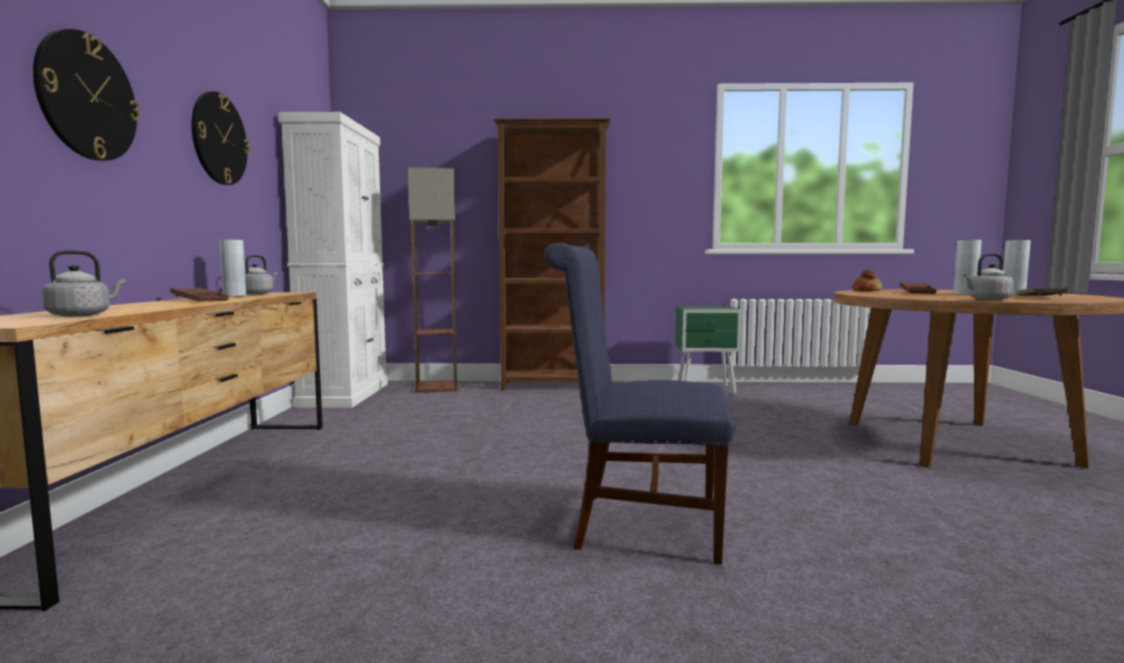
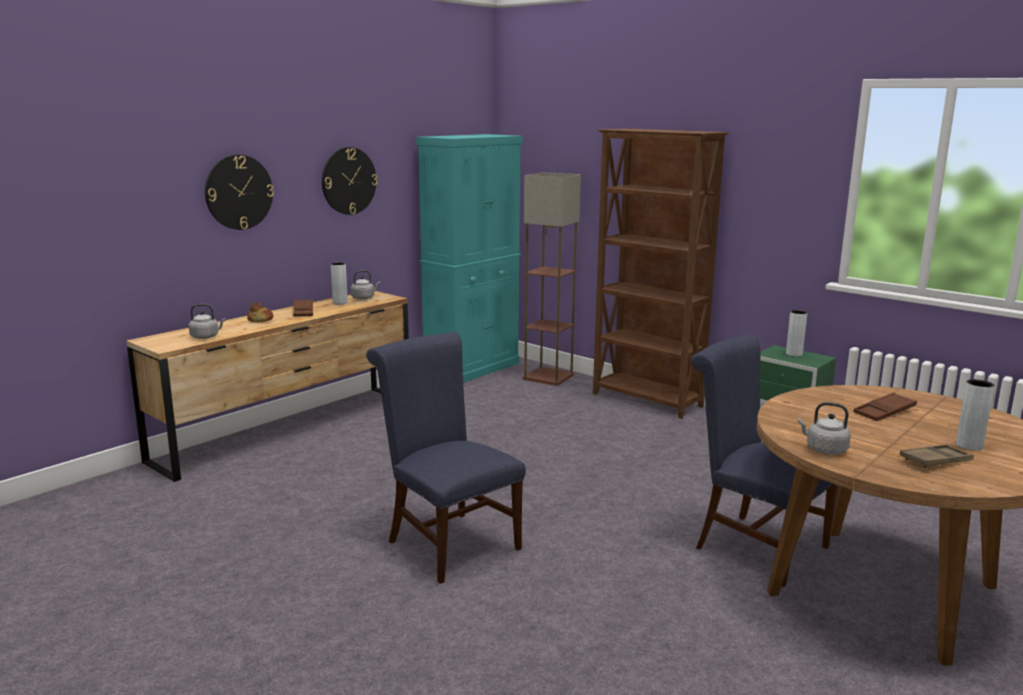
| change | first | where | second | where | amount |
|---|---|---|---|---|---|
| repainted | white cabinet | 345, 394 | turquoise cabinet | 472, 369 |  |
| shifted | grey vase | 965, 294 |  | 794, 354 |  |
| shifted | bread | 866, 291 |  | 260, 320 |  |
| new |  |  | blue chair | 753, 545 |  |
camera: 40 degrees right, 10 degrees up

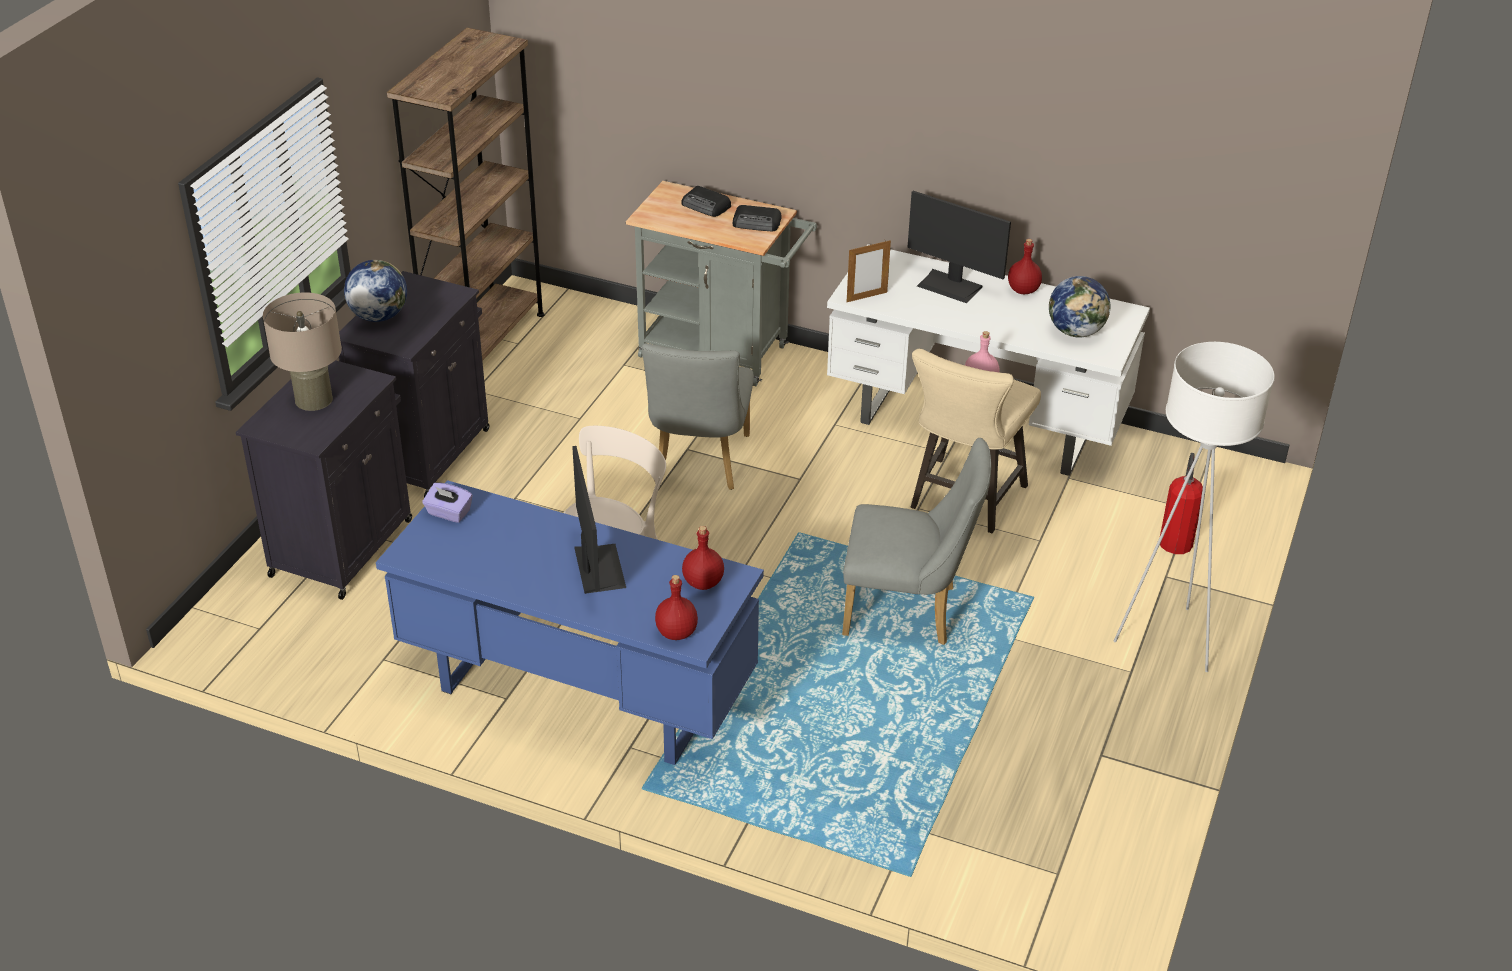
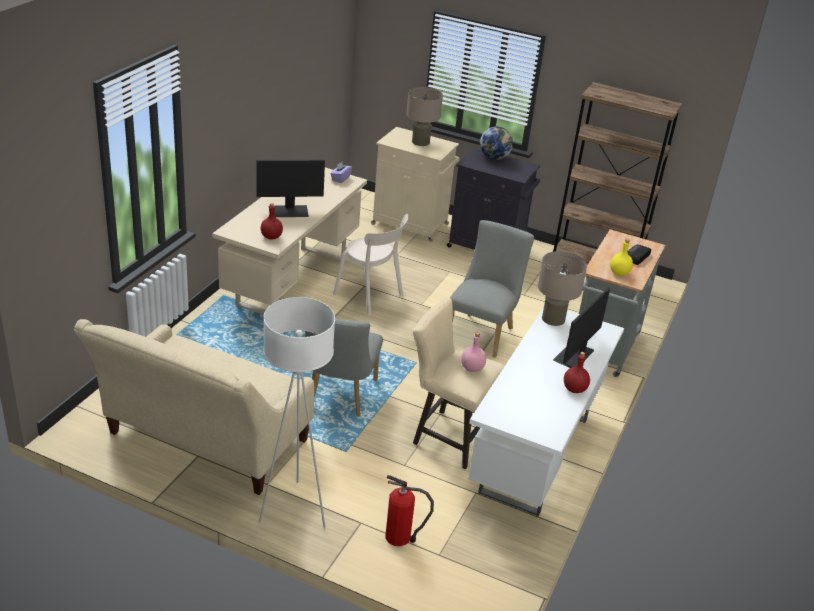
| change | first | where | second | where | amount |
|---|---|---|---|---|---|
| swapped | radio | 757, 223 | yellow bottle | 619, 273 |  |
| swapped | picture frame | 866, 297 | beige table lamp | 553, 319 |  |
| gone | globe | 1076, 332 |  |  |  |
| rotated | grey chair | 699, 464 |  | 482, 332 | 105 degrees clockwise |
| repainted | black cabinet | 343, 546 | beige cabinet | 411, 225 |  |
| repainted | blue desk | 576, 696 | beige desk | 292, 281 |  |
| gone | red bottle | 676, 632 |  |  |  |
| new |  |  | beige sofa | 203, 442 |  |
camera: 90 degrees right, 5 degrees down

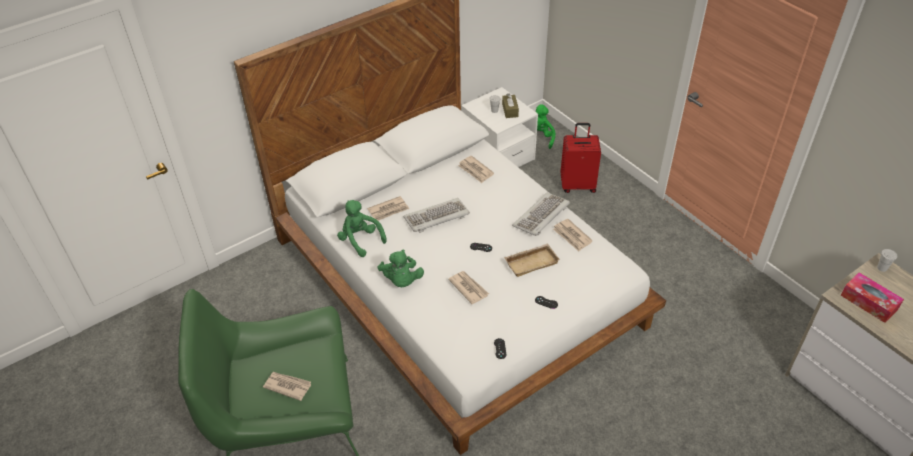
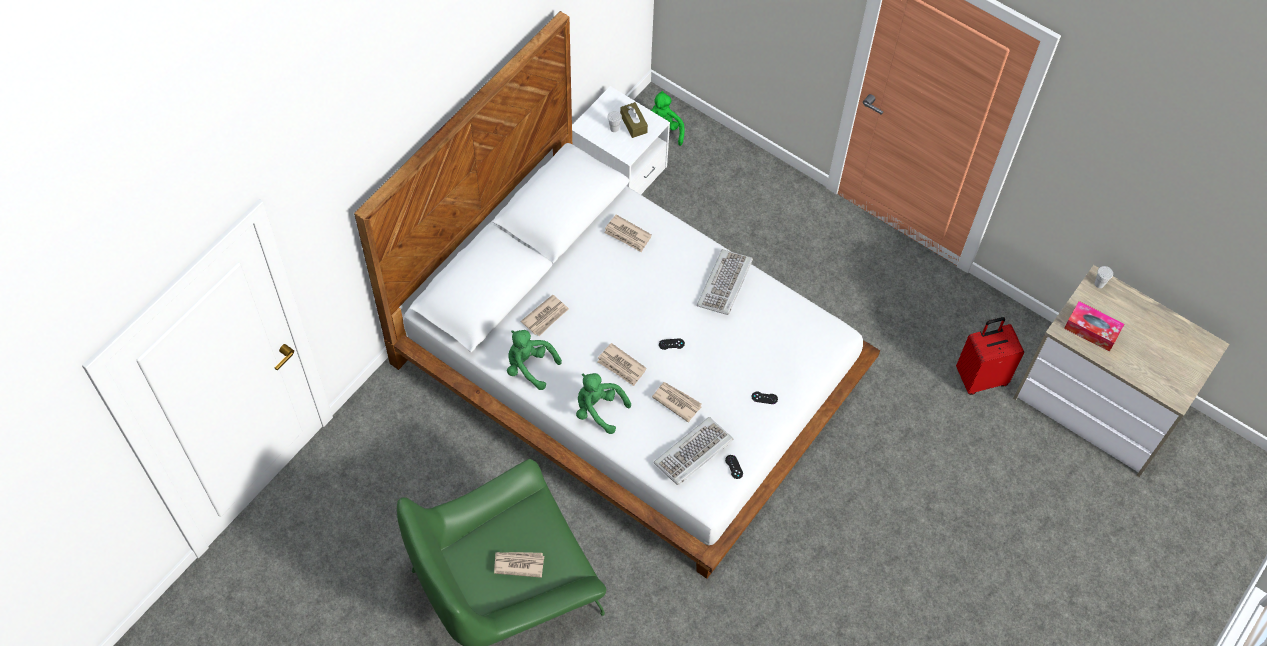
| change | first | where | second | where | amount |
|---|---|---|---|---|---|
| shifted | red suitcase | 578, 185 |  | 980, 377 |  |
| shifted | keyboard | 436, 217 |  | 693, 453 |  |
| shifted | newspaper | 572, 236 |  | 621, 366 |  |
| gone | beige tray | 531, 262 |  |  |  |
| rotated | green plush toy | 401, 281 |  | 598, 409 | 150 degrees clockwise |
camera: 20 degrees left, 15 degrees up

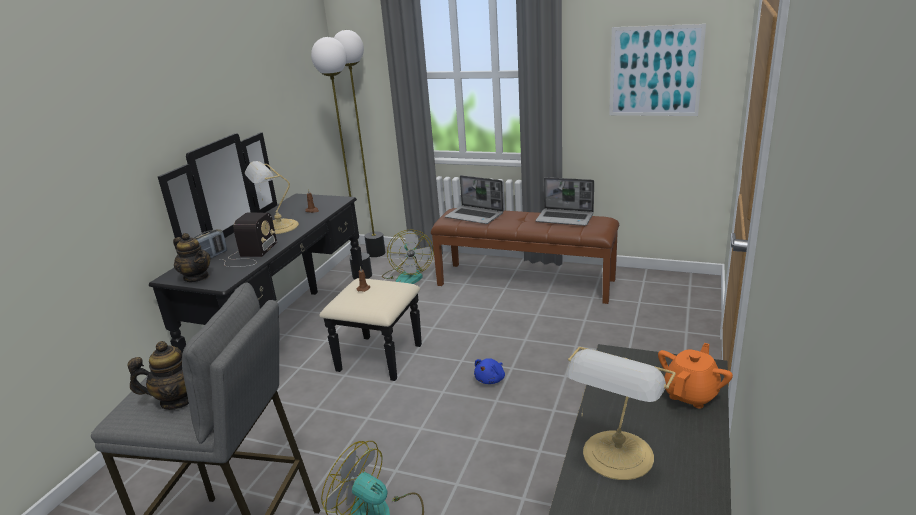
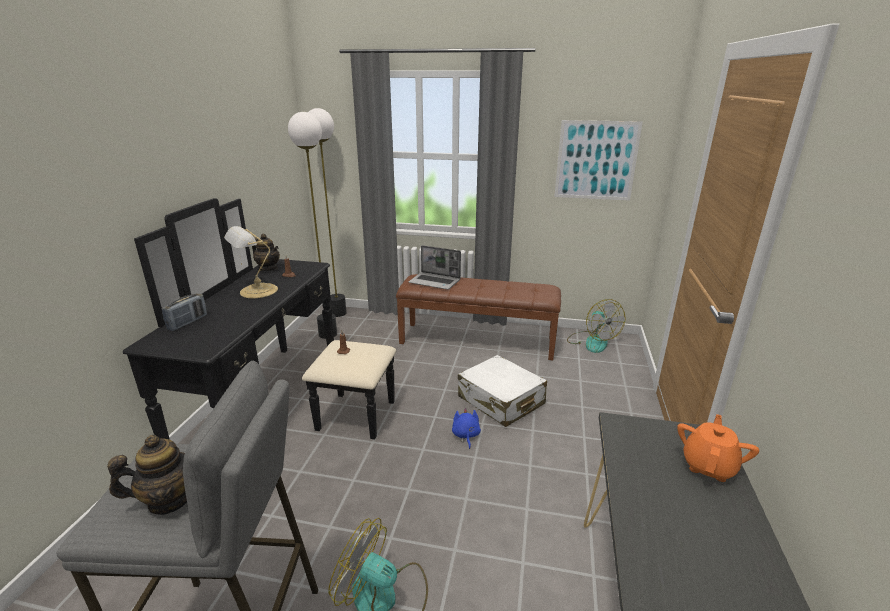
| change | first | where | second | where | amount |
|---|---|---|---|---|---|
| gone | laptop | 565, 218 |  |  |  |
| gone | radio | 250, 255 |  |  |  |
| shifted | fan | 408, 276 |  | 592, 341 |  |
| shifted | teapot | 197, 277 |  | 268, 268 |  |
| gone | table lamp | 617, 457 |  |  |  |
| rotated | blue plush toy | 491, 379 |  | 465, 435 | 150 degrees clockwise |
| new |  |  | white suitcase | 501, 401 |  |
camera: 10 degrees left, 0 degrees up

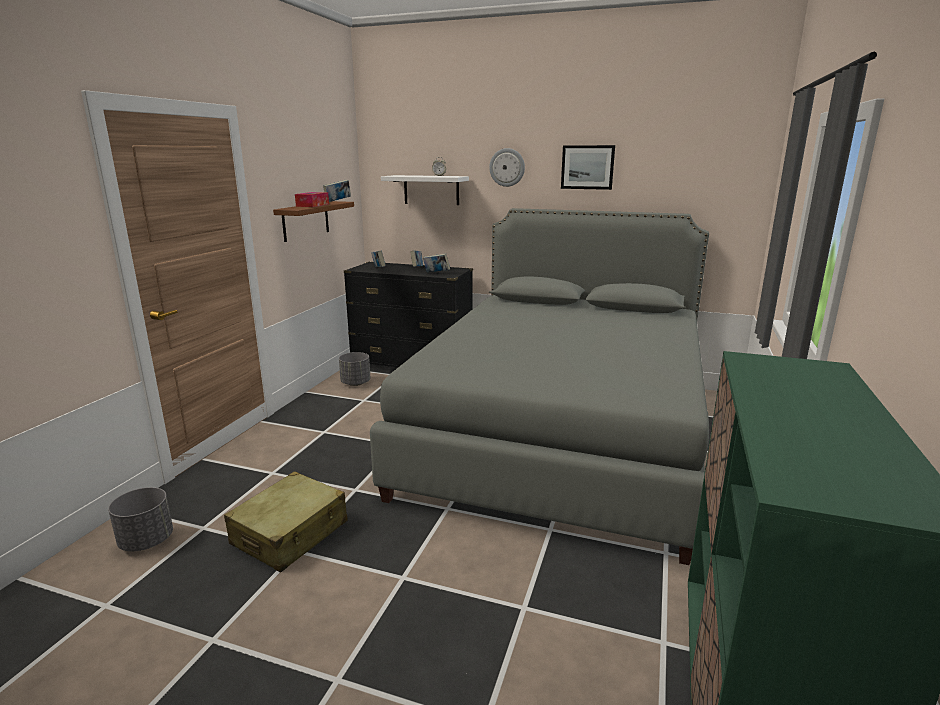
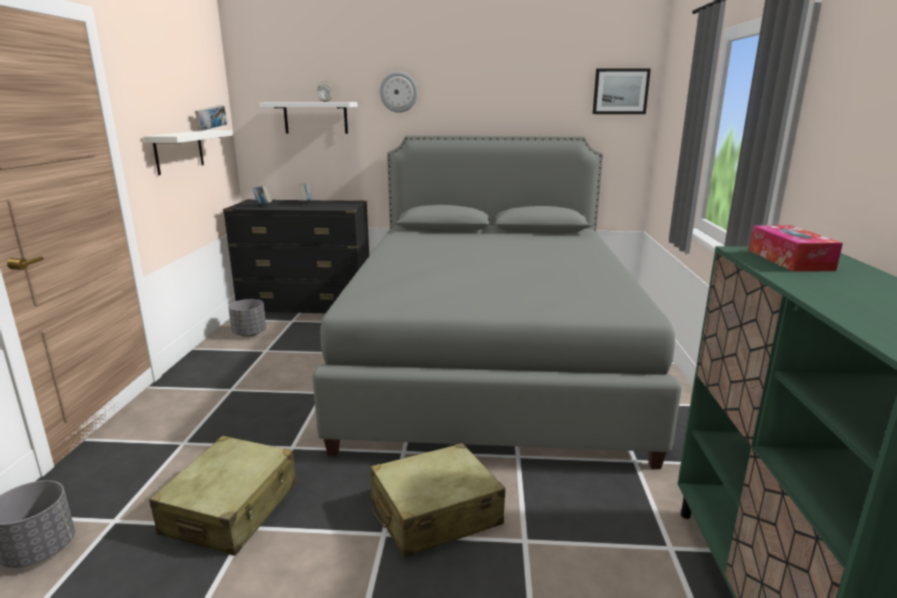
| change | first | where | second | where | amount |
|---|---|---|---|---|---|
| shifted | picture | 587, 167 |  | 620, 91 |  |
| shifted | tissue box | 312, 205 |  | 789, 260 |  |
| repainted | brown shelf | 306, 220 | white shelf | 179, 151 |  |
| gone | book | 436, 273 |  |  |  |
| new |  |  | beige suitcase | 435, 514 |  |
camera: 15 degrees left, 0 degrees up

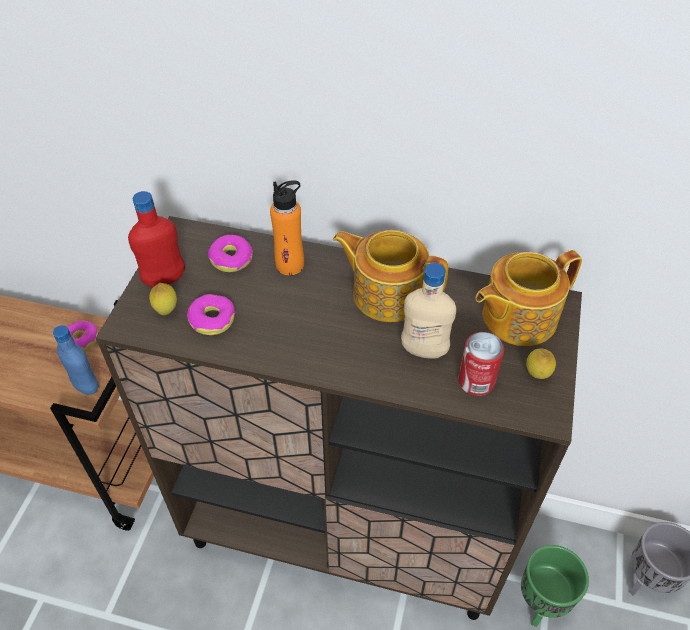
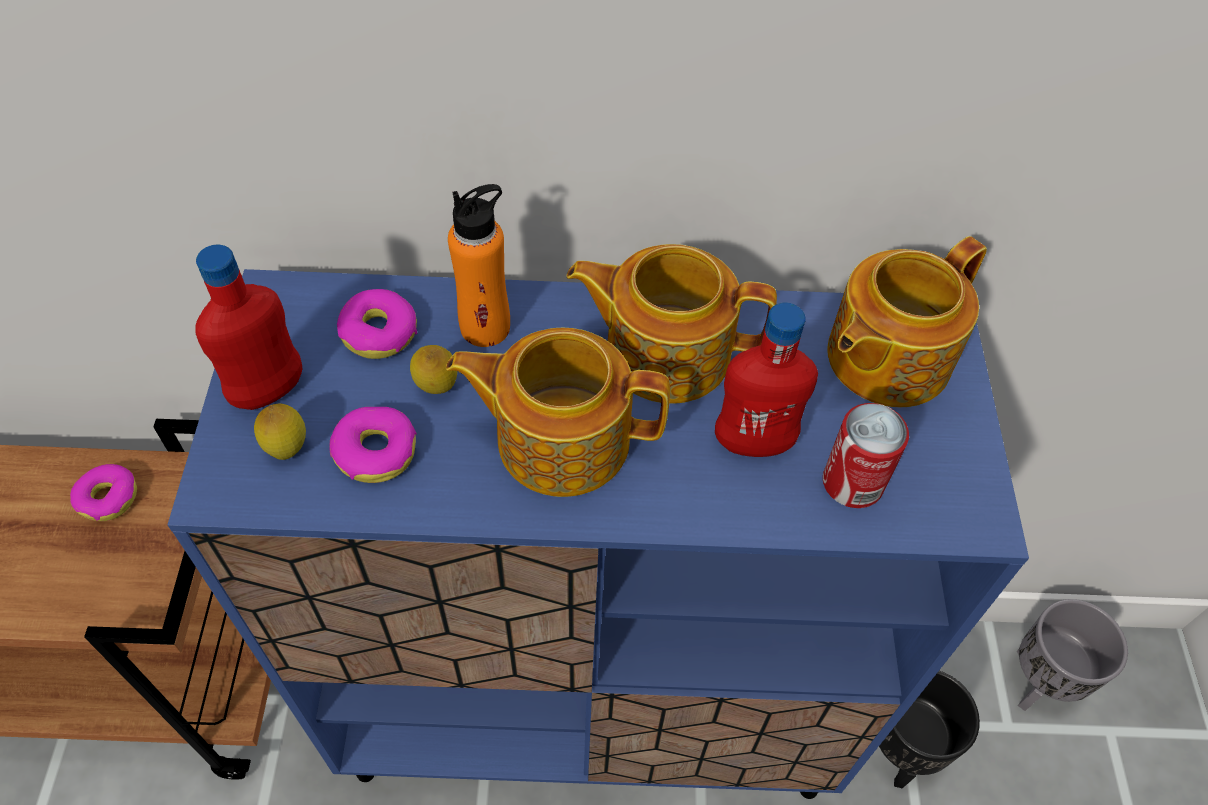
| change | first | where | second | where | amount |
|---|---|---|---|---|---|
| repainted | brown cabinet | 346, 532 | blue cabinet | 592, 706 |  |
| repainted | beige bottle | 424, 350 | red bottle | 753, 442 |  |
| gone | blue bottle | 86, 386 |  |  |  |
| shifted | lemon | 536, 375 |  | 437, 389 |  |
| repainted | green planter | 540, 603 | black planter | 899, 751 |  |
| new |  |  | teapot | 560, 438 |  |
camera: 15 degrees left, 5 degrees up

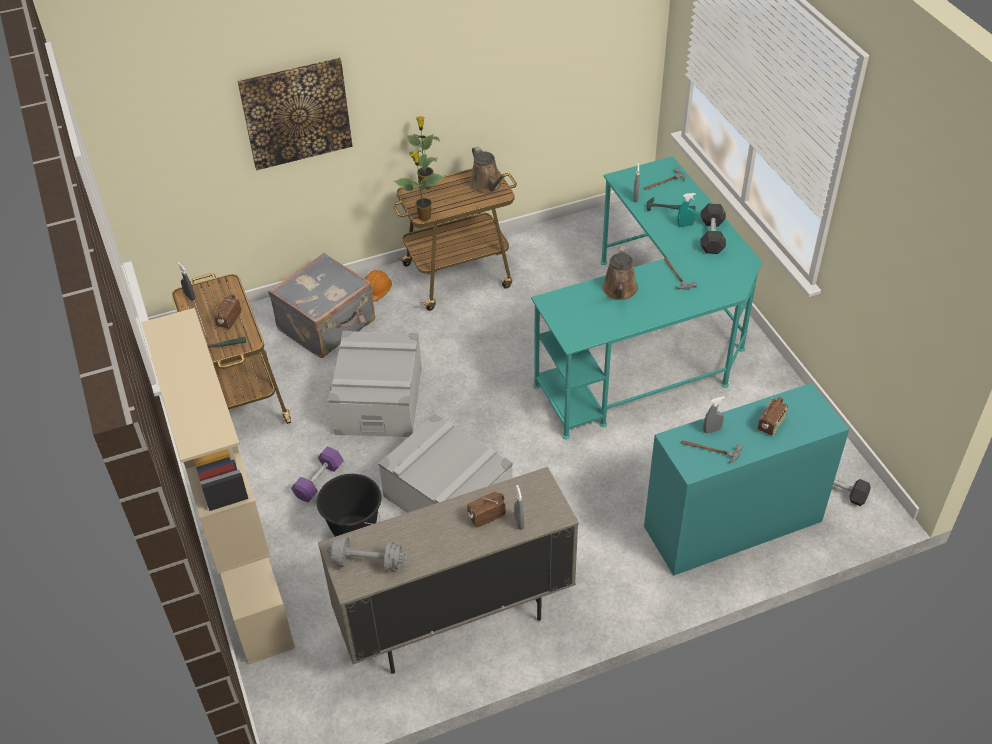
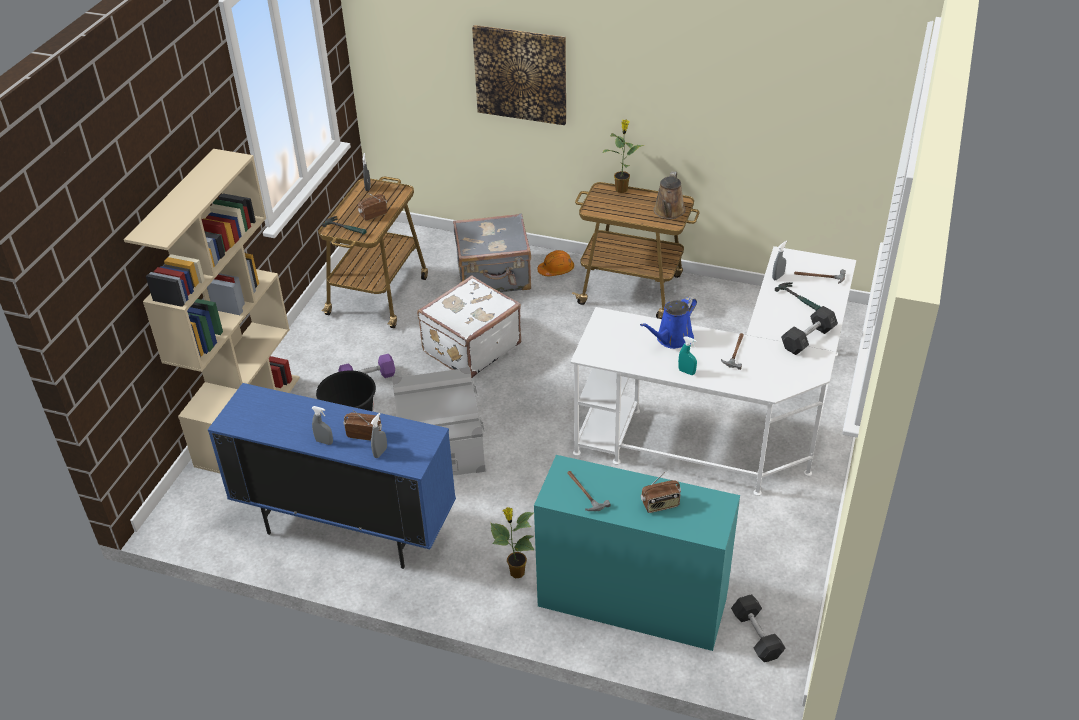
| change | first | where | second | where | amount |
|---|---|---|---|---|---|
| shifted | potted plant | 423, 217 |  | 516, 572 |  |
| repainted | turquoise desk | 650, 343 | white desk | 730, 423 |  |
| shifted | turquoise spray bottle | 685, 225 |  | 686, 372 |  |
| repainted | brown watering can | 620, 291 | blue watering can | 672, 339 |  |
| swapped | grey storage box | 379, 400 | white suitcase | 470, 347 |  |
| shifted | grey spray bottle | 712, 430 |  | 324, 442 |  |
| repainted | beige cabinet | 455, 621 | blue cabinet | 346, 529 |  |
| gone | grey dumbbell | 368, 562 |  |  |  |
camera: 40 degrees right, 5 degrees down

